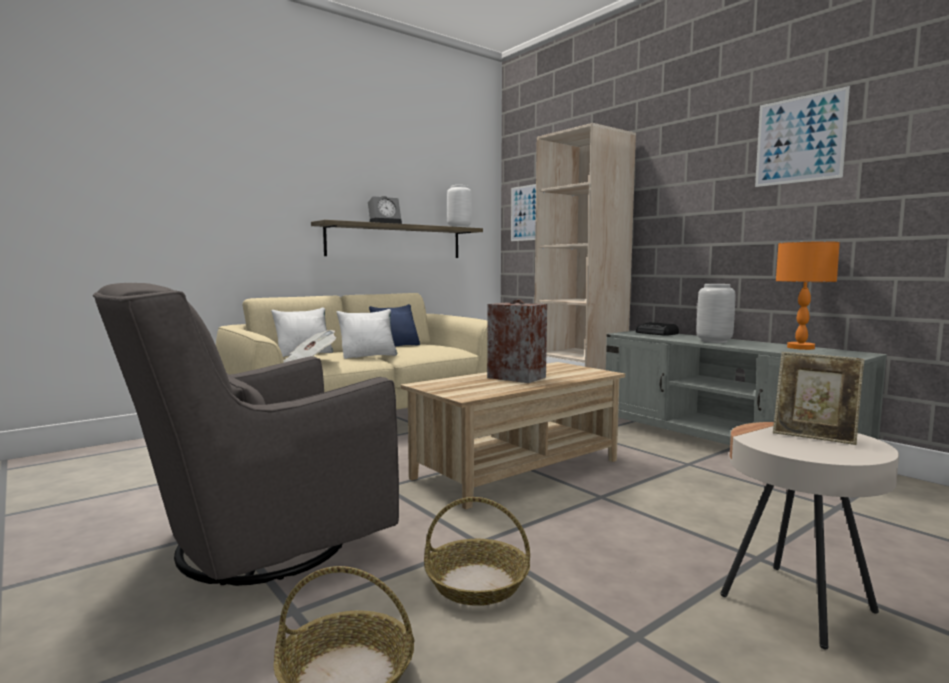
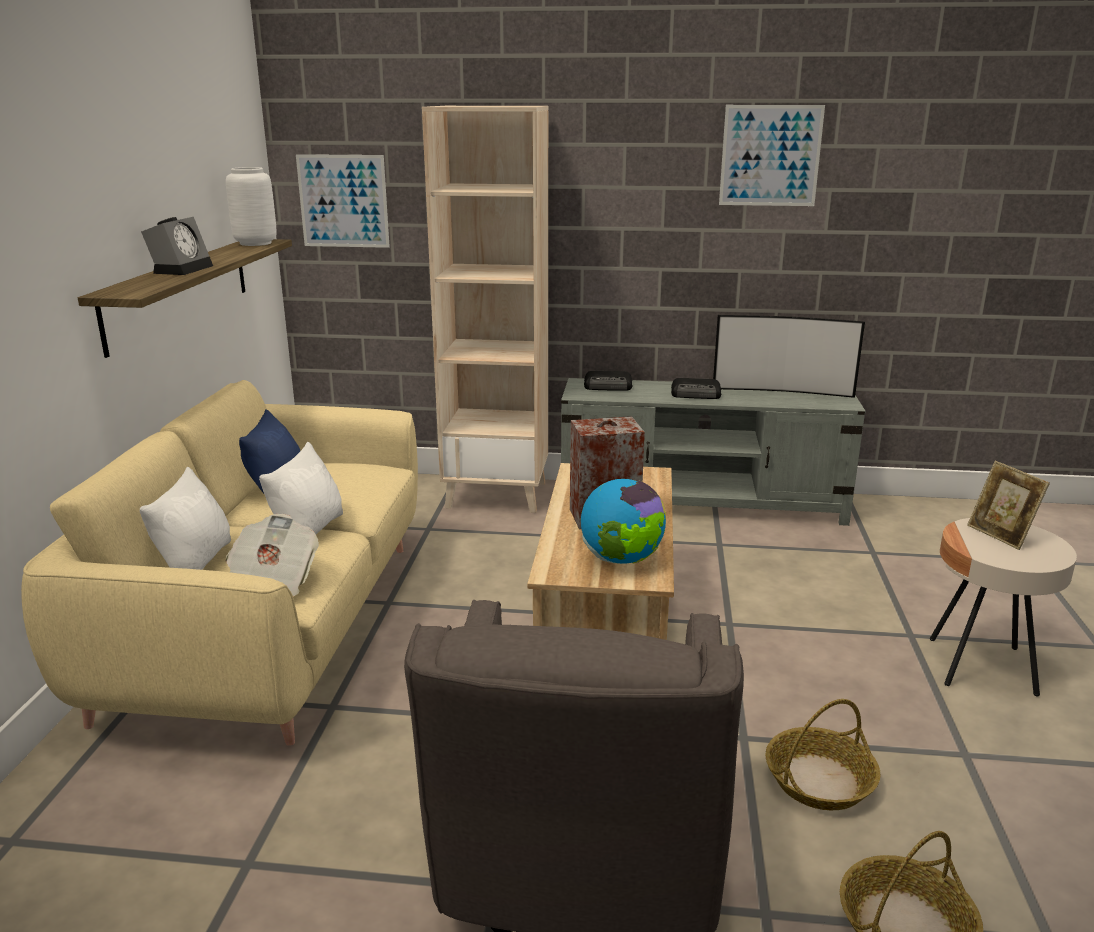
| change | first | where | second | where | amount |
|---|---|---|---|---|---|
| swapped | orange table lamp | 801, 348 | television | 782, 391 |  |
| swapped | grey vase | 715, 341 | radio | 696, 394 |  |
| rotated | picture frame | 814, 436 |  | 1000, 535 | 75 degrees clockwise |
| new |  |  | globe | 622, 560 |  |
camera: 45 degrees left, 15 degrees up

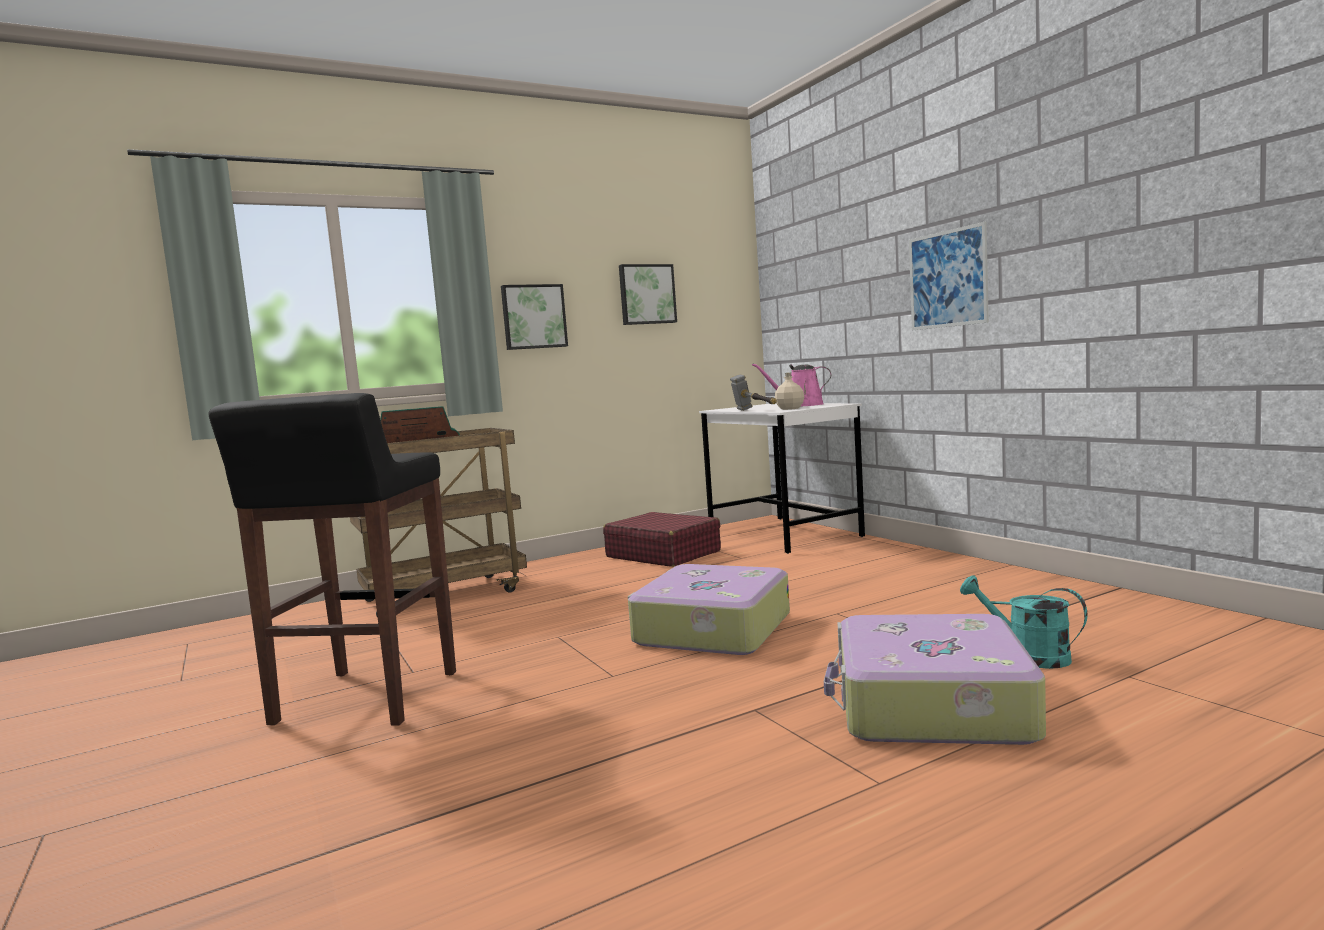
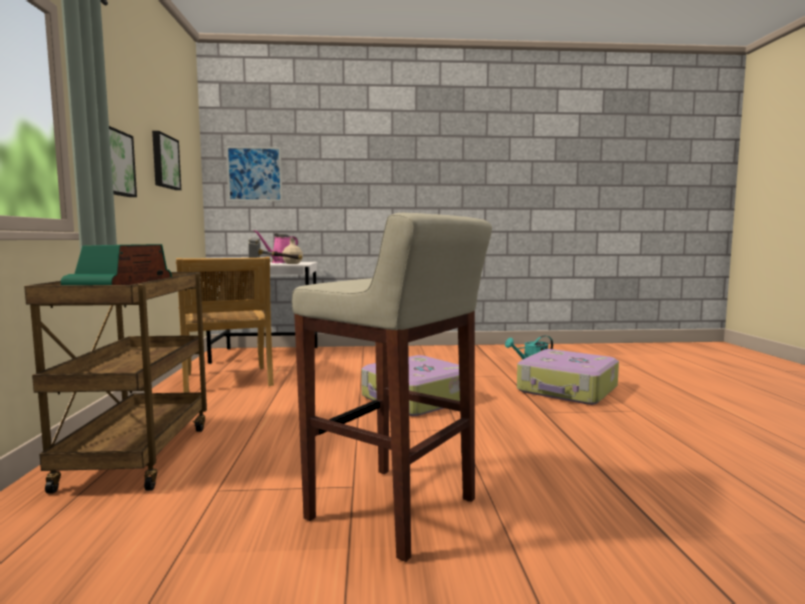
| change | first | where | second | where | amount |
|---|---|---|---|---|---|
| shifted | picture | 947, 279 |  | 254, 174 |  |
| repainted | black stool | 365, 699 | beige stool | 394, 510 |  |
| swapped | red suitcase | 663, 554 | beige chair | 227, 381 |  |
camera: 65 degrees left, 0 degrees up

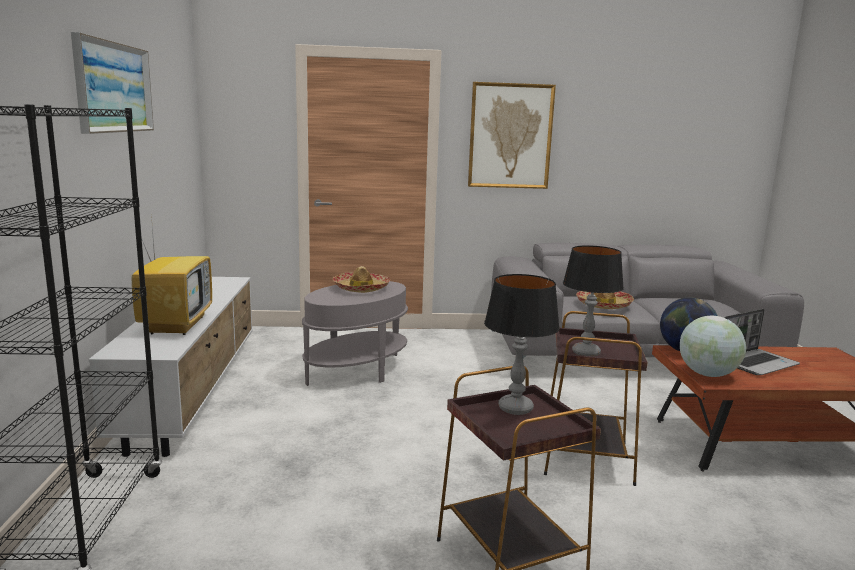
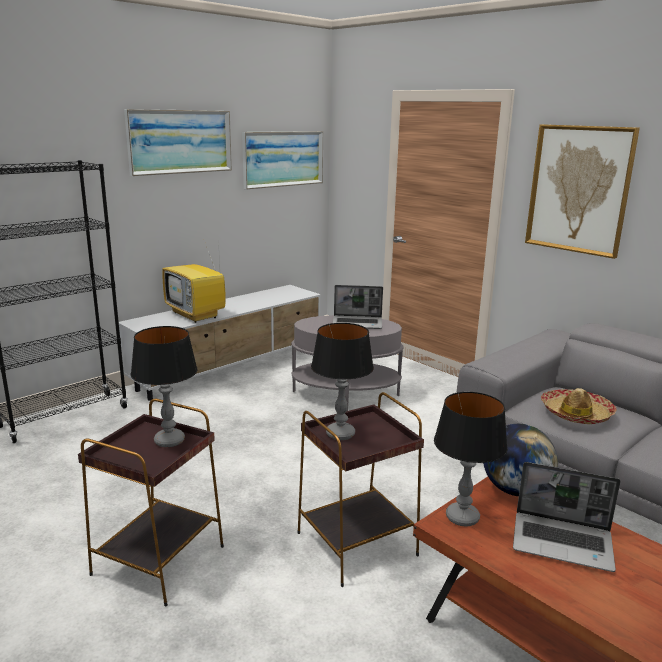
| change | first | where | second | where | amount |
|---|---|---|---|---|---|
| rotated | television | 176, 324 |  | 197, 315 | 90 degrees clockwise |
| swapped | hat | 361, 288 | laptop | 358, 323 |  |
| swapped | globe | 707, 374 | table lamp | 462, 517 |  |
| new |  |  | picture | 283, 158 |  |
camera: 50 degrees right, 5 degrees up

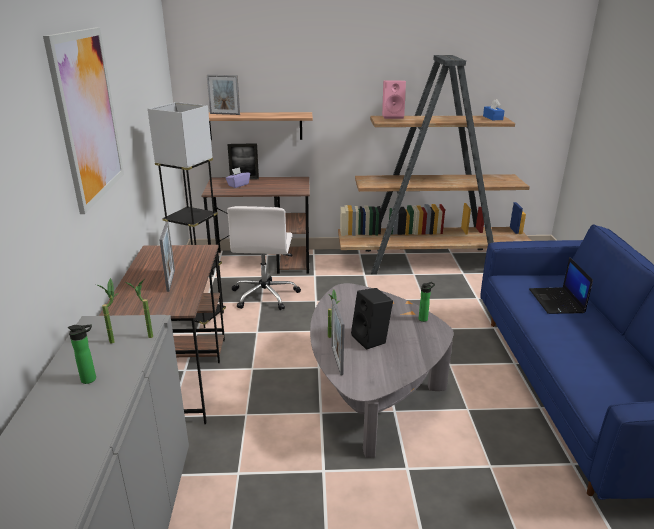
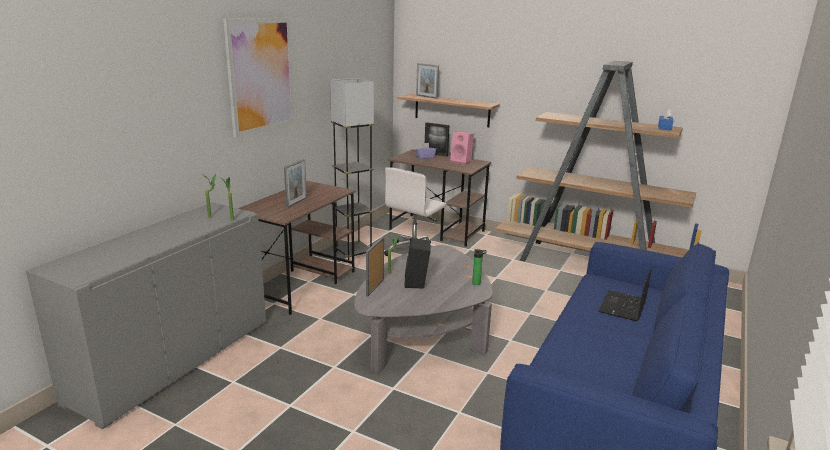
| change | first | where | second | where | amount |
|---|---|---|---|---|---|
| shifted | pink speaker | 393, 116 |  | 462, 161 |  |
| gone | bottle | 91, 379 |  |  |  |
camera: 30 degrees right, 5 degrees down

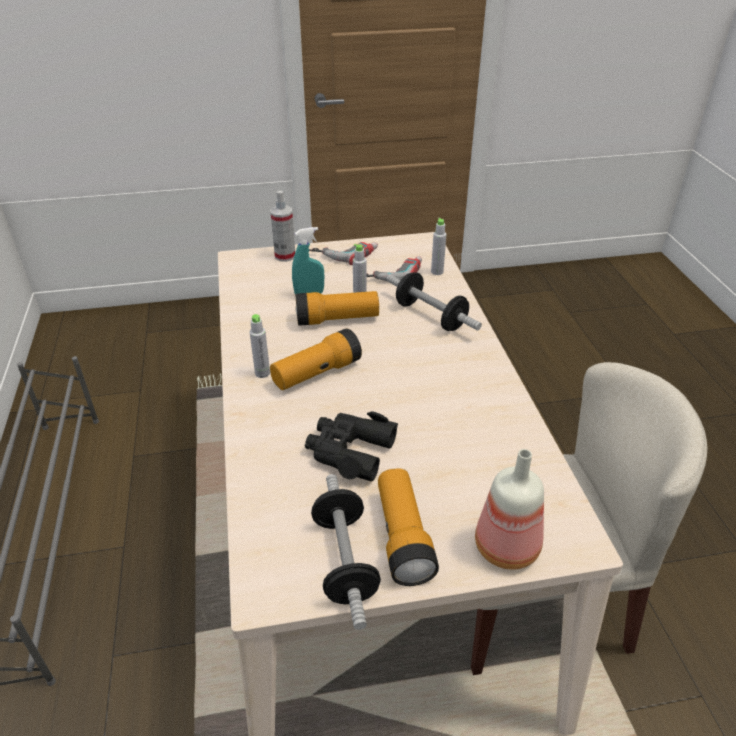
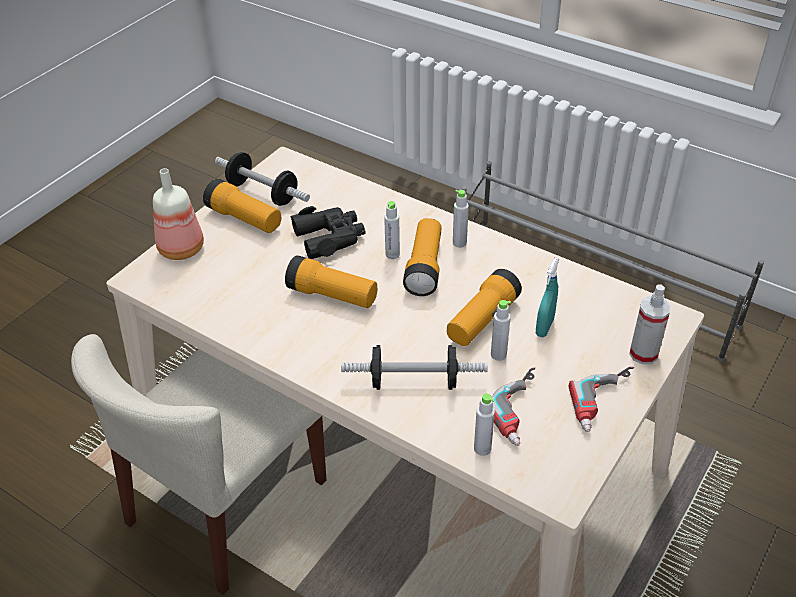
| change | first | where | second | where | amount |
|---|---|---|---|---|---|
| new |  |  | grey bottle | 392, 254 |  |
| new |  |  | flashlight | 332, 295 |  |
camera: 135 degrees right, 5 degrees up

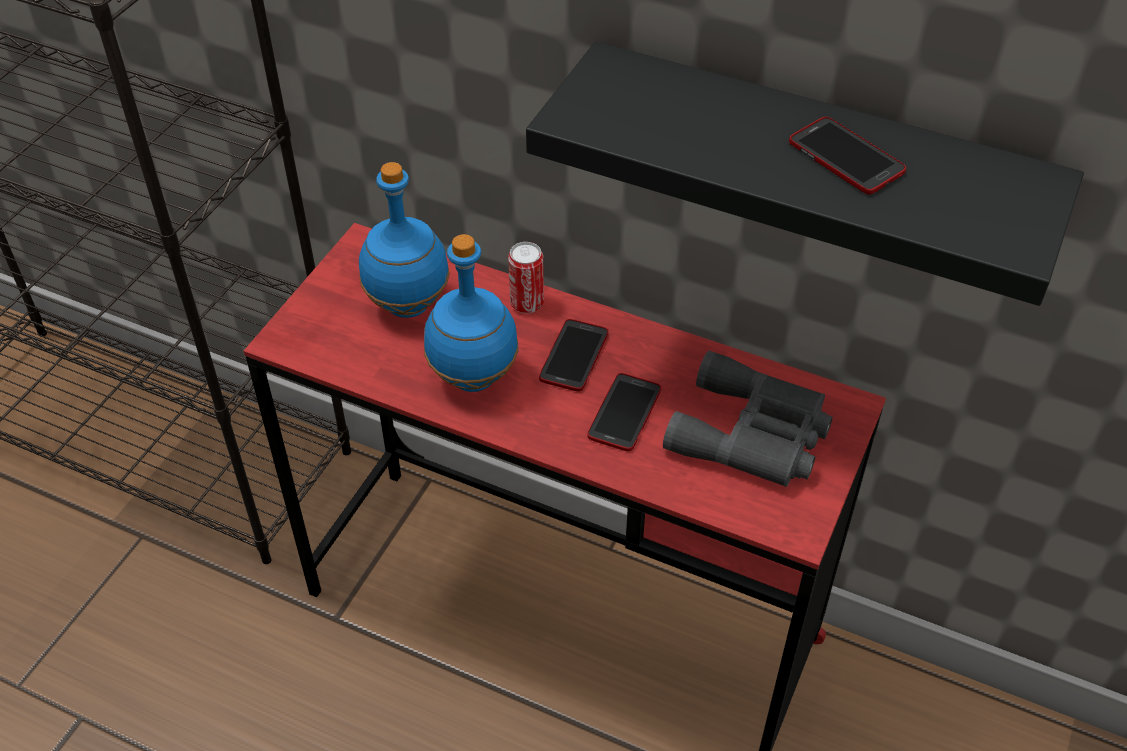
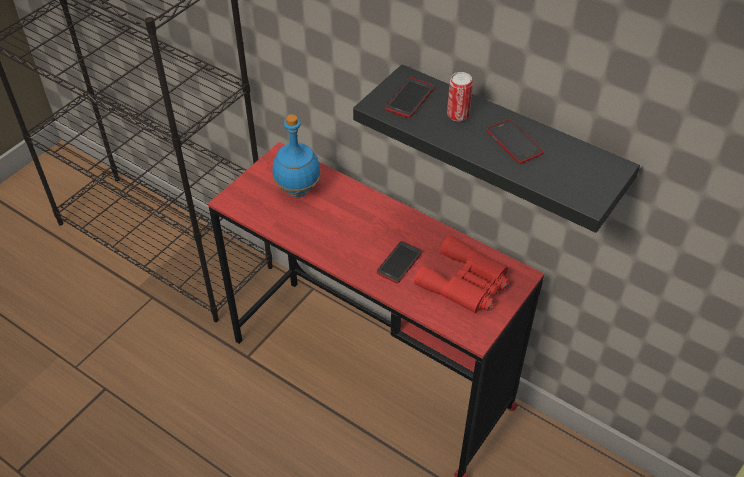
| change | first | where | second | where | amount |
|---|---|---|---|---|---|
| gone | blue bottle | 472, 378 |  |  |  |
| shifted | can | 527, 303 |  | 458, 115 |  |
| shifted | phone | 574, 356 |  | 410, 99 |  |
| repainted | grey binoculars | 753, 435 | red binoculars | 465, 283 |  |
camera: 10 degrees right, 0 degrees up

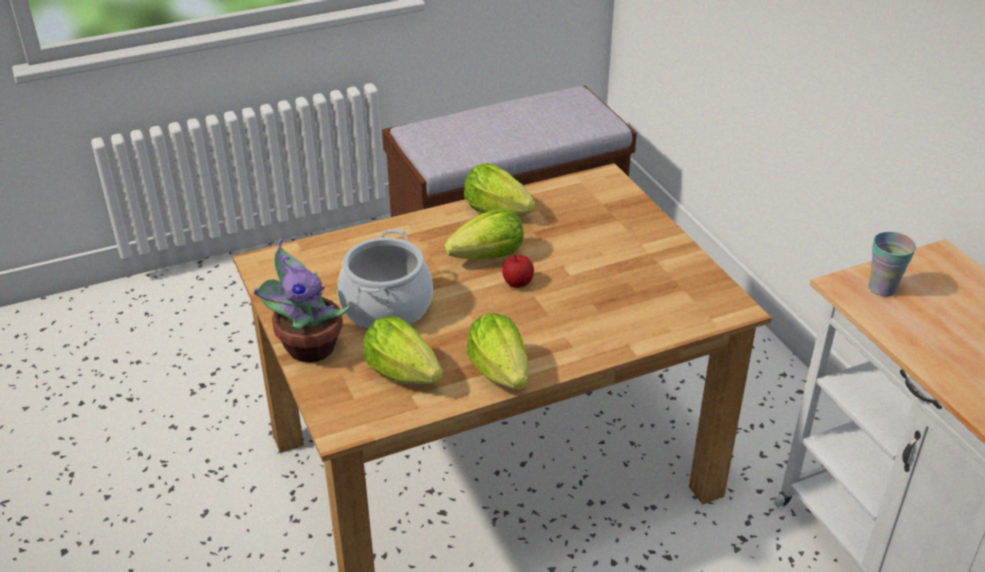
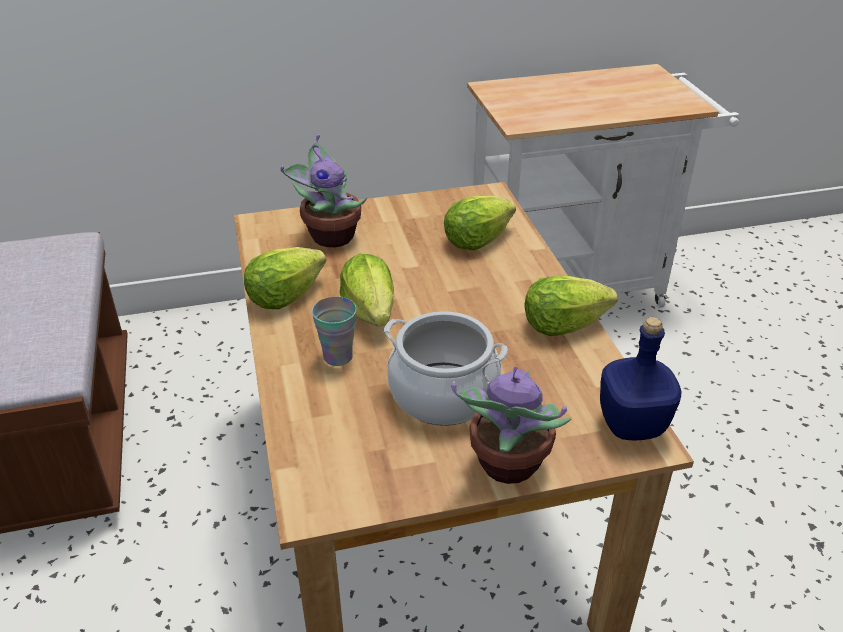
| change | first | where | second | where | amount |
|---|---|---|---|---|---|
| shifted | cup | 882, 288 |  | 338, 357 |  |
| gone | apple | 517, 282 |  |  |  |
| shifted | lettuce | 402, 372 |  | 476, 240 |  |
| new |  |  | potted plant | 330, 236 |  |
| new |  |  | blue bottle | 631, 423 |  |
camera: 80 degrees left, 0 degrees up

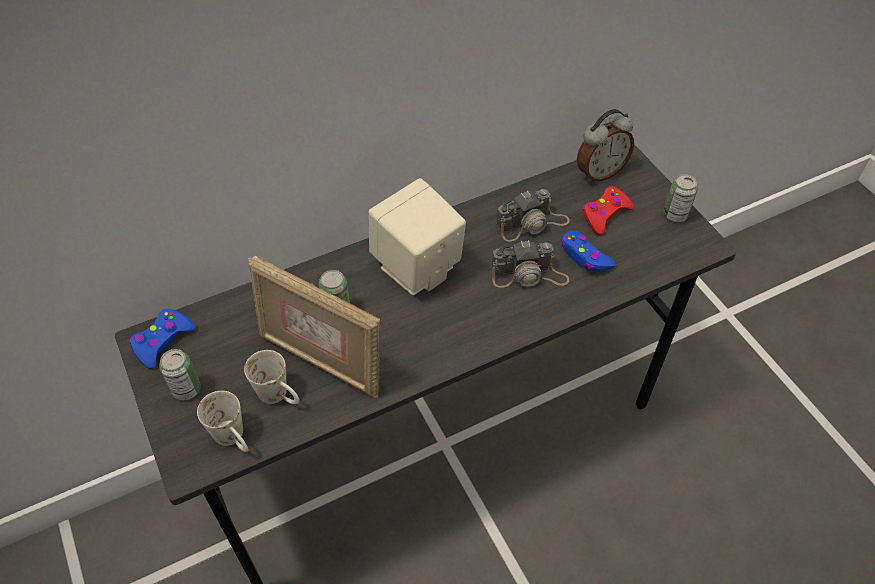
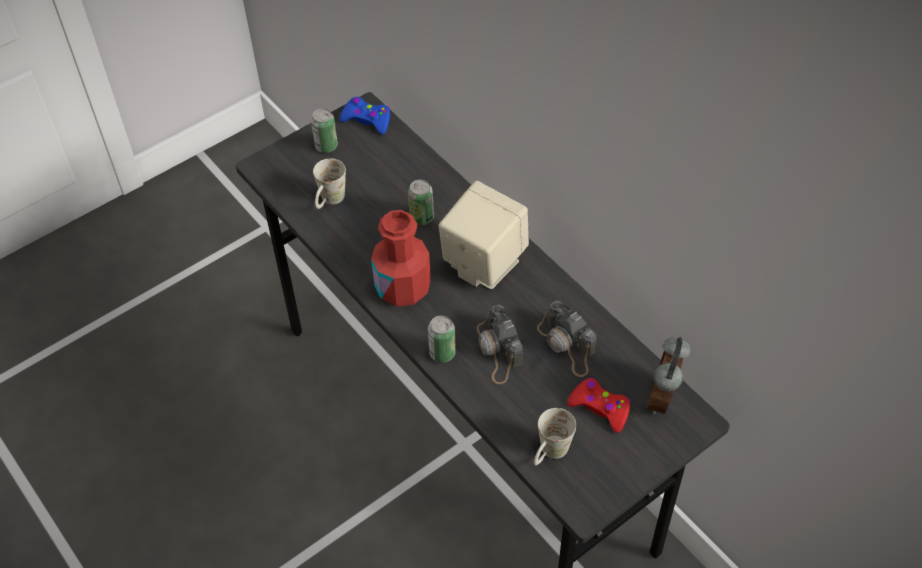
| change | first | where | second | where | amount |
|---|---|---|---|---|---|
| rotated | alarm clock | 599, 172 |  | 663, 398 | 60 degrees clockwise |
| shifted | can | 675, 214 |  | 442, 353 |  |
| gone | blue game controller | 584, 257 |  |  |  |
| gone | picture frame | 321, 360 |  |  |  |
| shifted | white mug | 234, 439 |  | 550, 454 |  |
| new |  |  | red bottle | 403, 287 |  |
camera: 80 degrees right, 0 degrees up

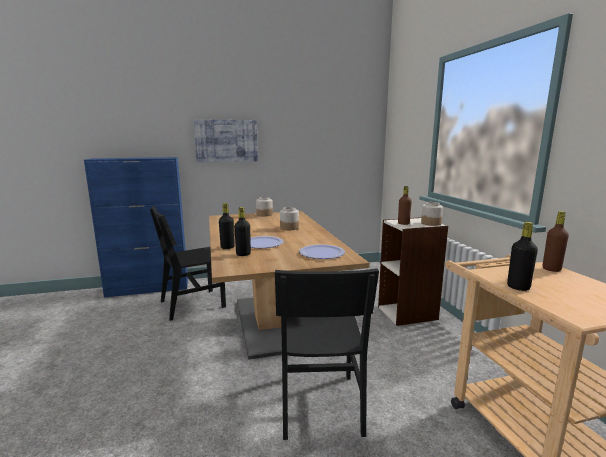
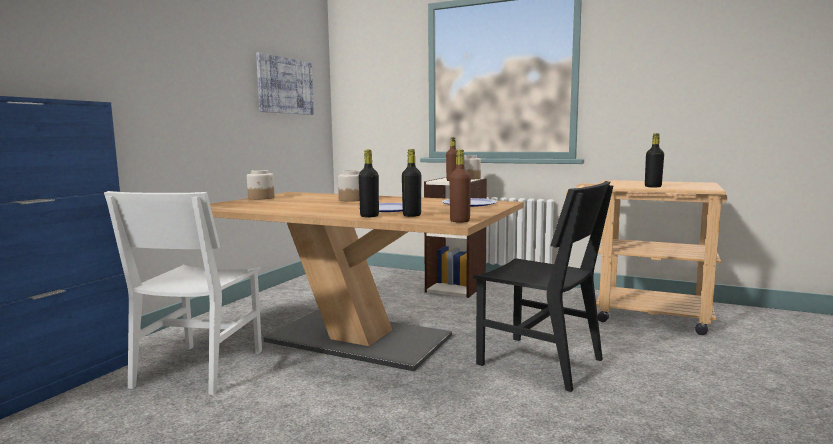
| change | first | where | second | where | amount |
|---|---|---|---|---|---|
| shifted | picture | 226, 141 |  | 285, 86 |  |
| repainted | black chair | 192, 304 | white chair | 199, 368 |  |
| shifted | brown bottle | 551, 269 |  | 460, 221 |  |
camera: 50 degrees left, 5 degrees down

